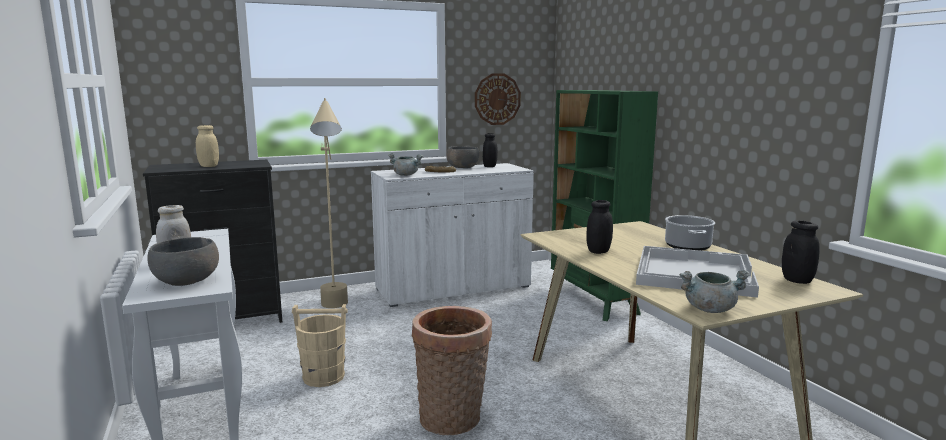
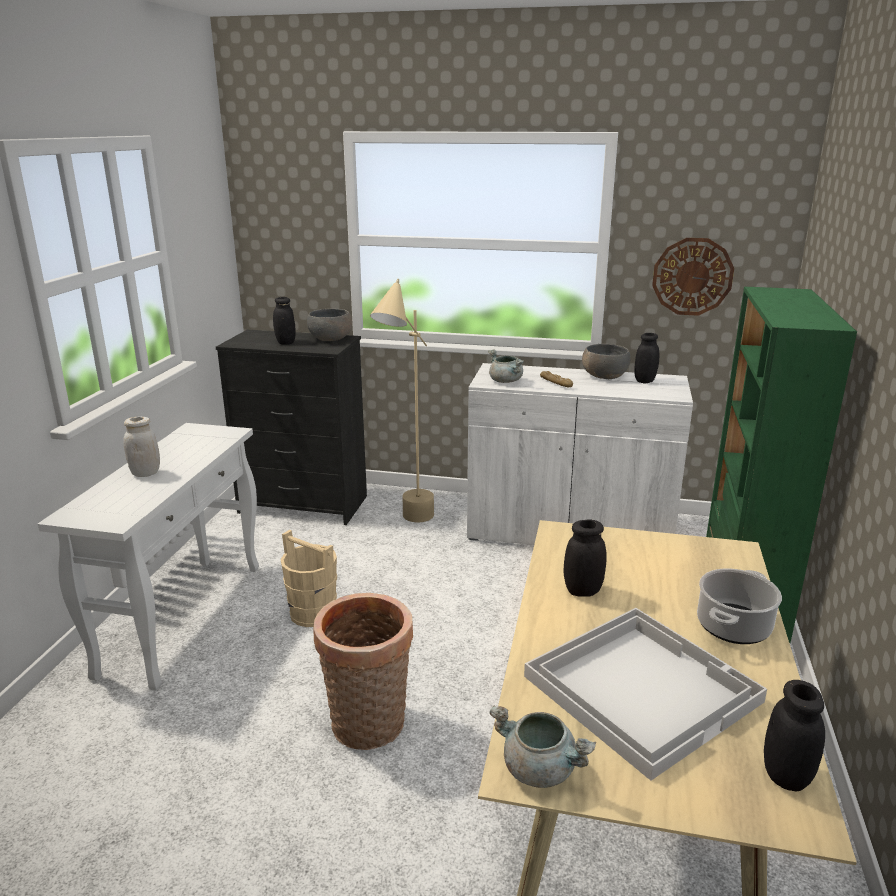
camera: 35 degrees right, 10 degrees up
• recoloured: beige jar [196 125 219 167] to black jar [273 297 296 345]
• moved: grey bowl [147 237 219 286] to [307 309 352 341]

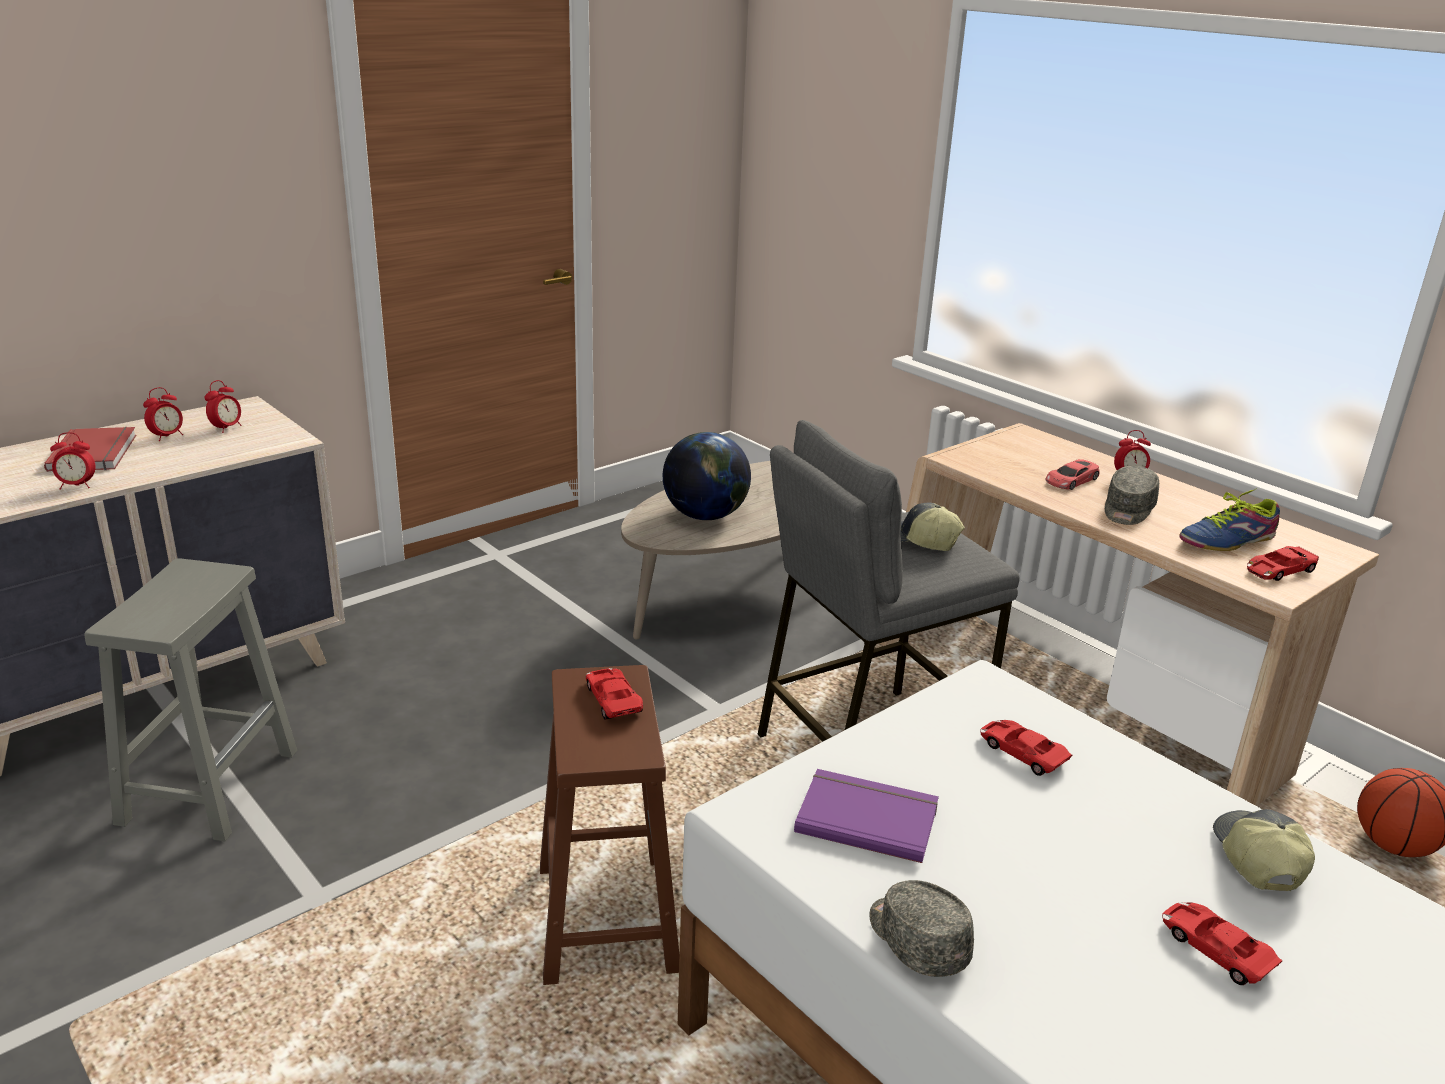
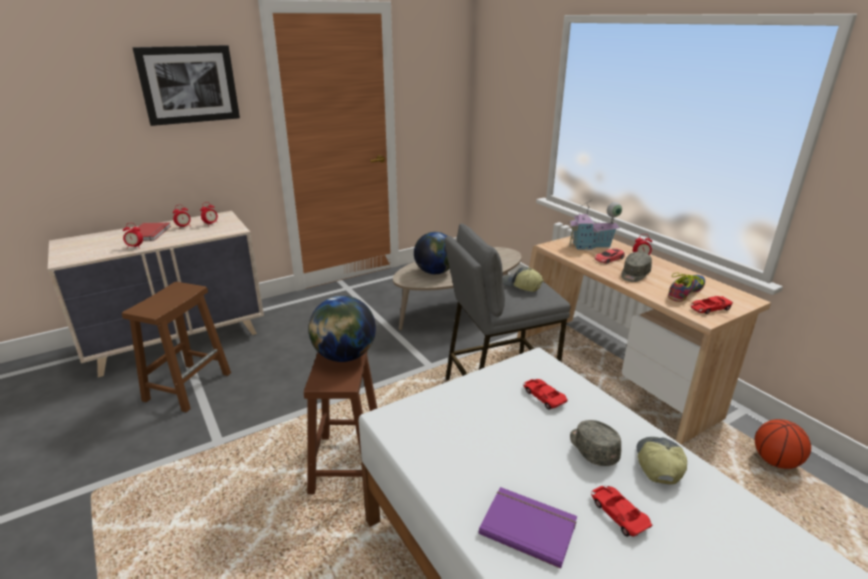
camera: 10 degrees right, 0 degrees up
• recoloured: grey stool [84 558 297 842] to brown stool [122 282 231 413]
• added: picture [132 45 240 126]
• replaced: red toy car [586 668 643 720] to globe [309 296 376 362]
• moved: purple book [794 769 939 863] to [479 487 577 568]
• added: toy house [568 200 622 250]
• moved: grey cap [869 880 974 977] to [570 420 621 466]
• turned: shoe [1179 488 1280 551] = [668 273 705 302] 150 degrees clockwise

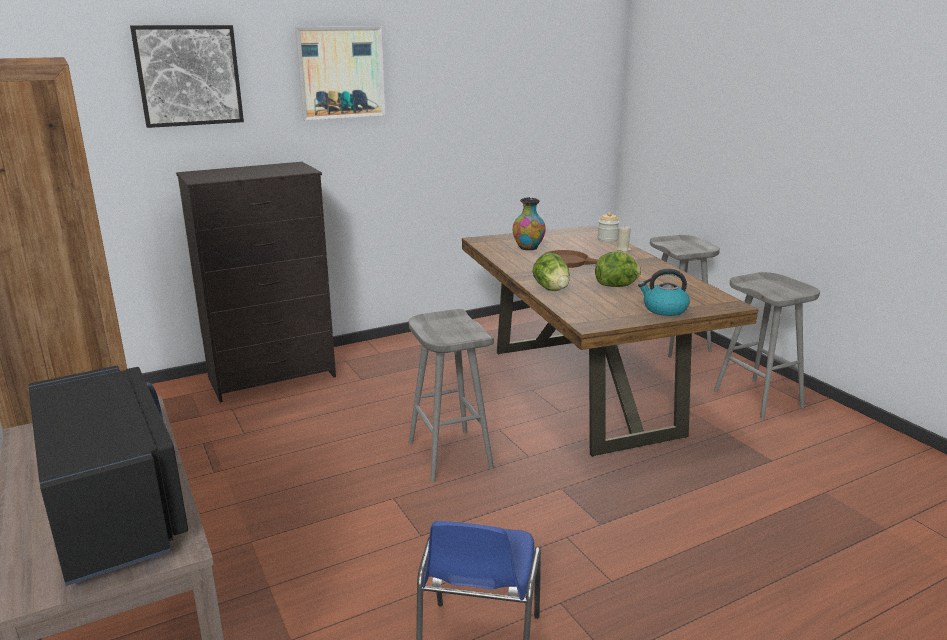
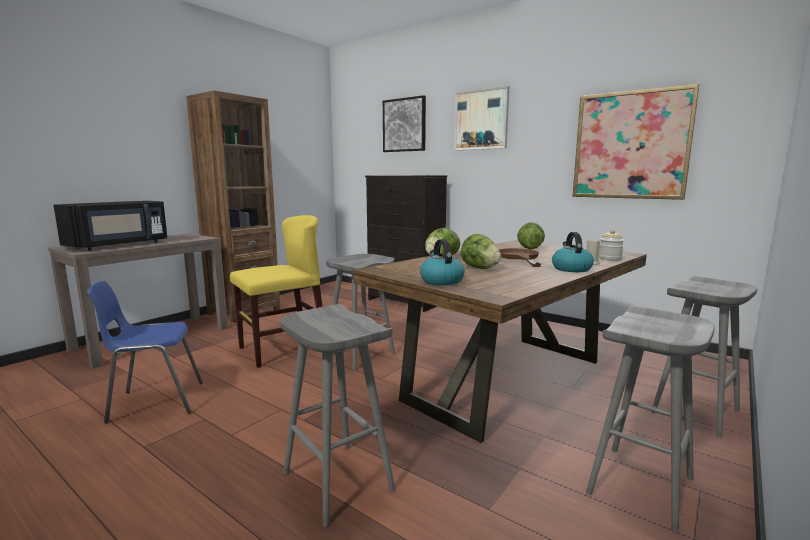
camera: 65 degrees right, 10 degrees down
• added: yellow chair [230 215 323 368]
• added: grey stool [280 304 395 527]
• replaced: vase [513 197 546 250] to lettuce [517 222 545 249]
• added: kettle [552 232 594 272]
• added: picture [572 84 700 200]

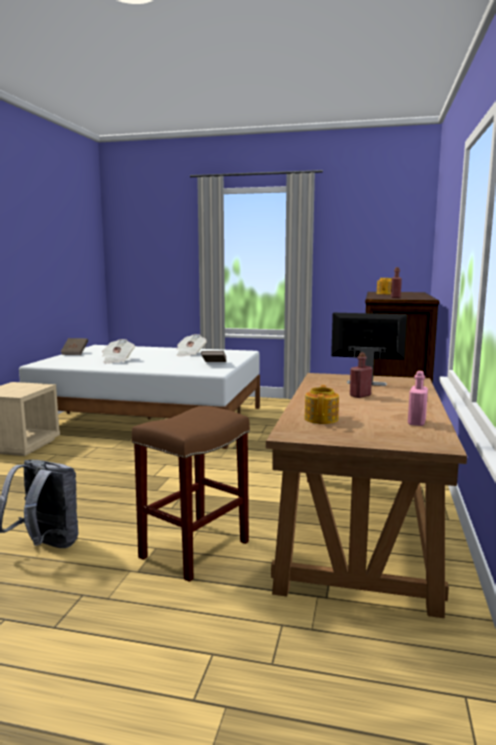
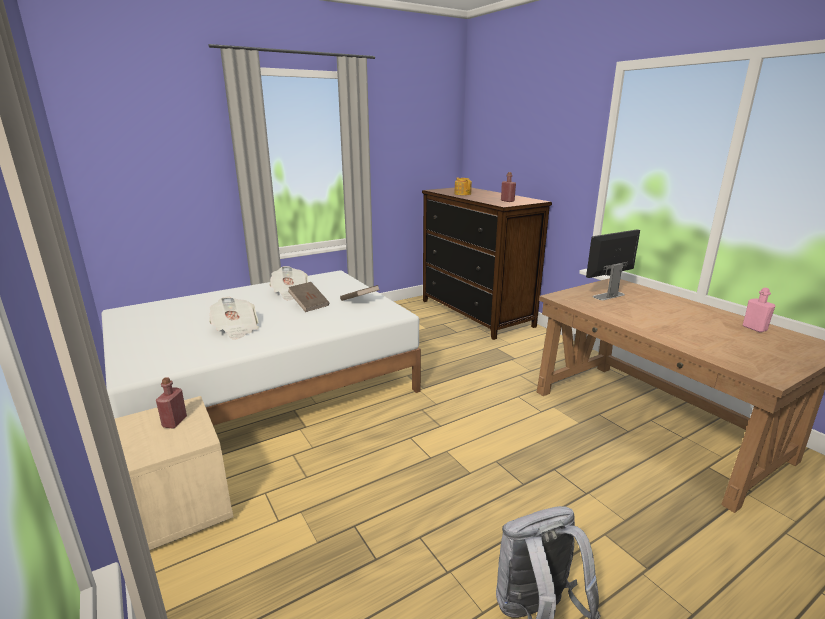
camera: 45 degrees left, 10 degrees up
• moved: red bottle [350 353 372 398] to [156 377 187 428]
• moved: brown book [61 338 88 355] to [288 282 329 312]
• removed: brown stool [132 406 250 582]
• removed: teapot [305 385 339 424]

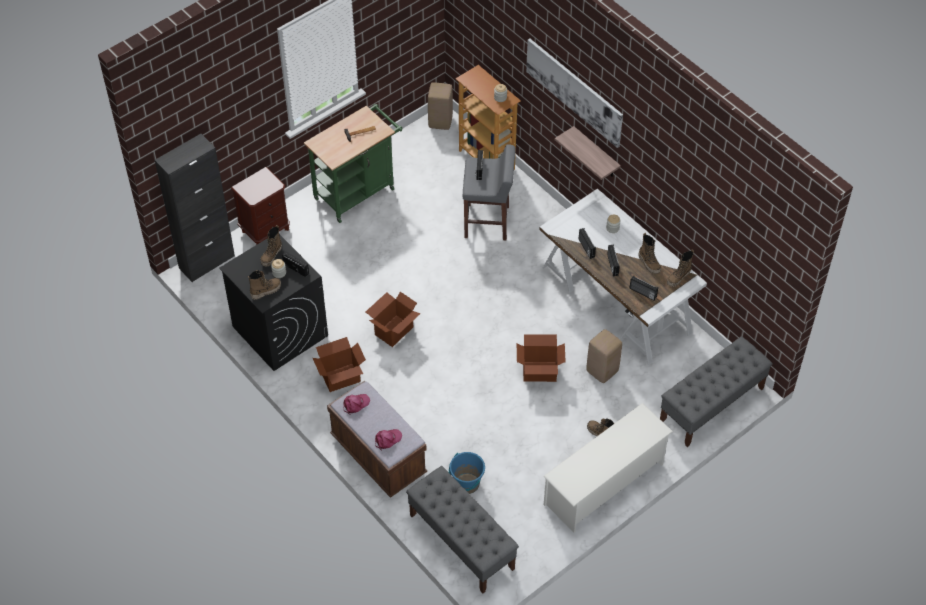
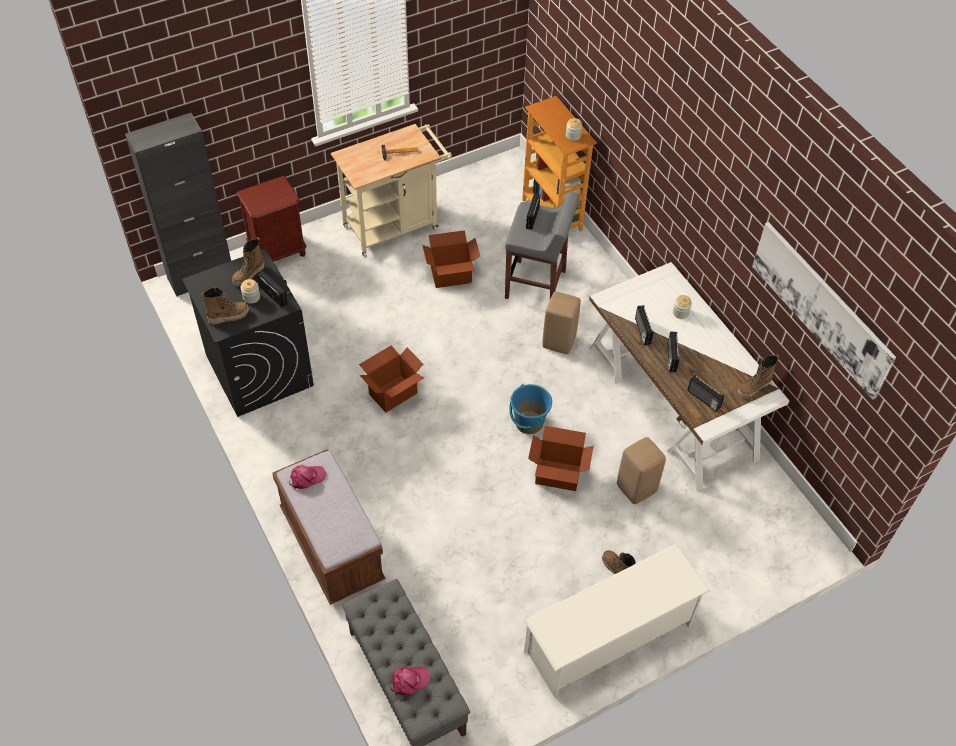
camera: 10 degrees right, 0 degrees up
• recoloured: green cart [304 104 402 223] to beige cart [331 124 452 258]
• moved: pink cap [375 429 402 450] to [390 667 431 697]
• moved: cardboard box [313 337 366 392] to [422 230 480 288]
• moved: blue bucket [449 452 485 494] to [509 384 552 434]
• moved: beige stool [428 83 453 130] to [542 292 581 354]
• moved: picture [526 39 623 148] to [752 222 896 400]
• removed: shelf [555 126 621 180]
• removed: boot [638 233 661 274]
• removed: grey bench [660 336 773 447]

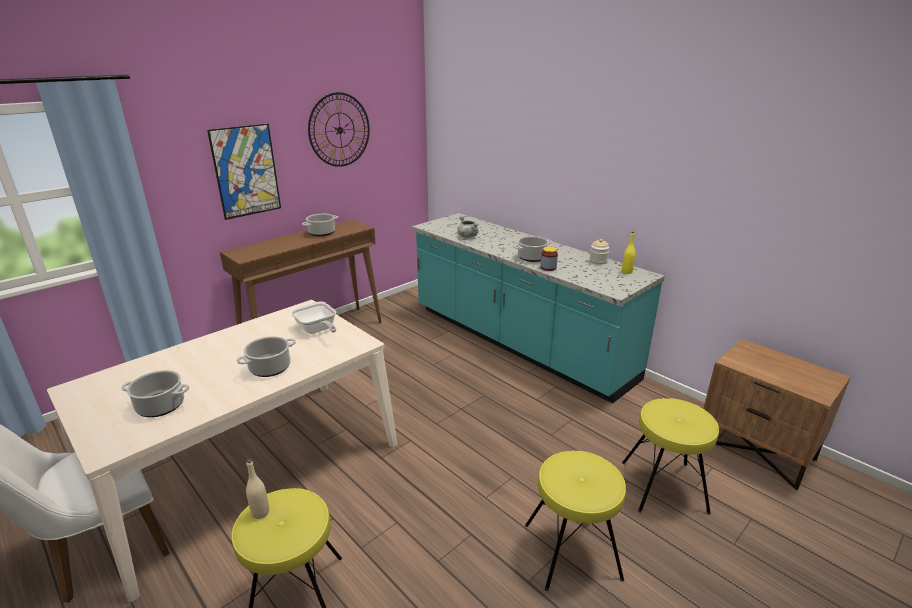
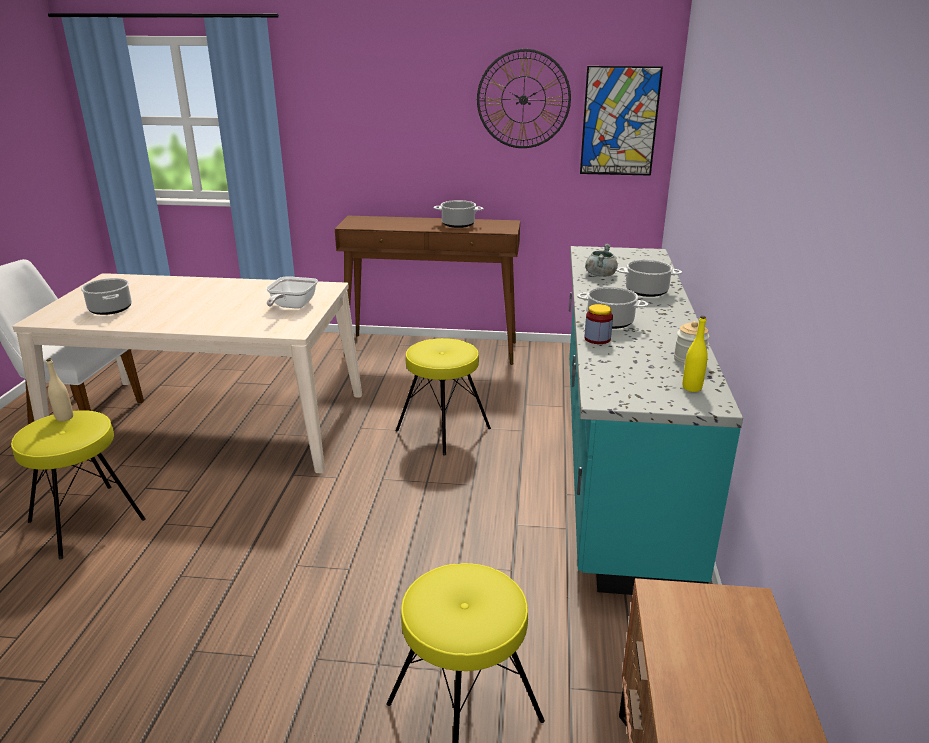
camera: 50 degrees right, 0 degrees up
• moved: yellow stool [525 451 626 591] to [396 338 491 456]
• moved: picture [207 124 281 220] to [580 66 663 176]
• moved: cooking pot [236 336 296 377] to [617 260 682 297]

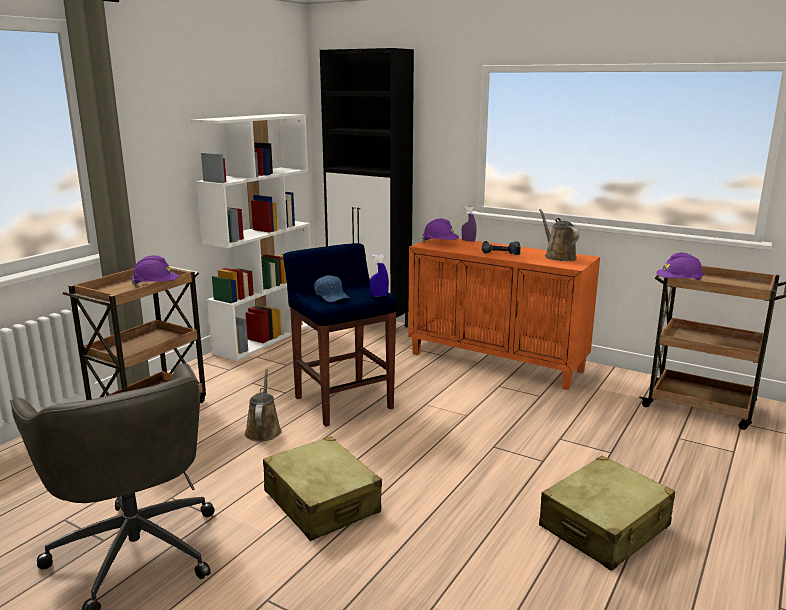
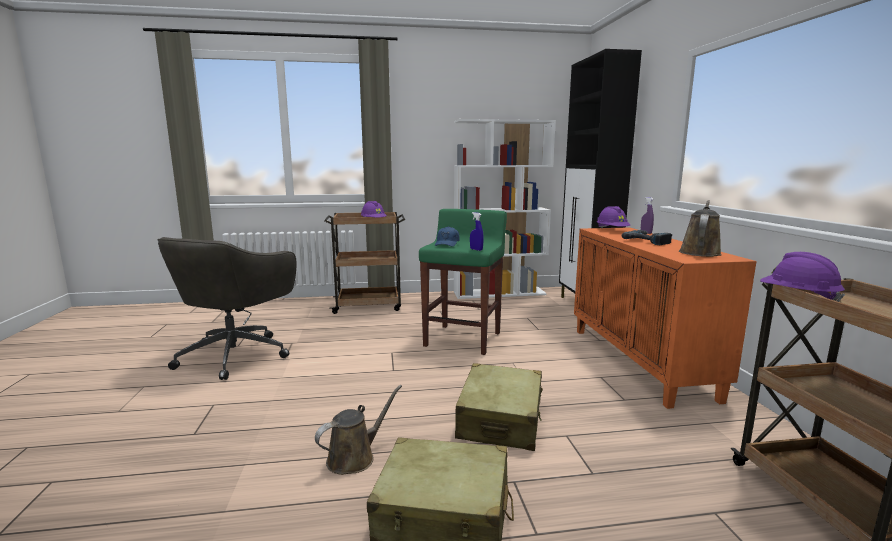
camera: 50 degrees right, 5 degrees down
• moved: brown watering can [245 369 282 442] to [315 385 402 475]
• recoloured: blue stool [283 243 397 427] to green stool [419 209 507 355]
• moved: beige suitcase [263 436 382 541] to [455 363 543 451]

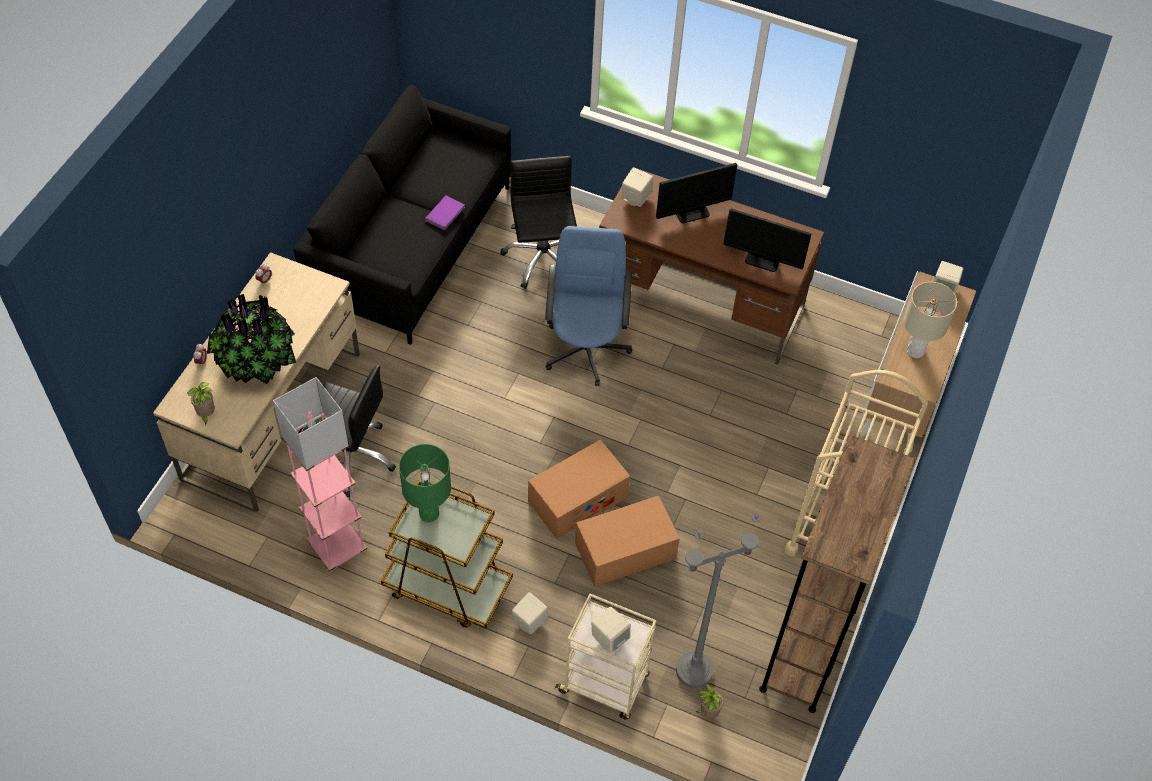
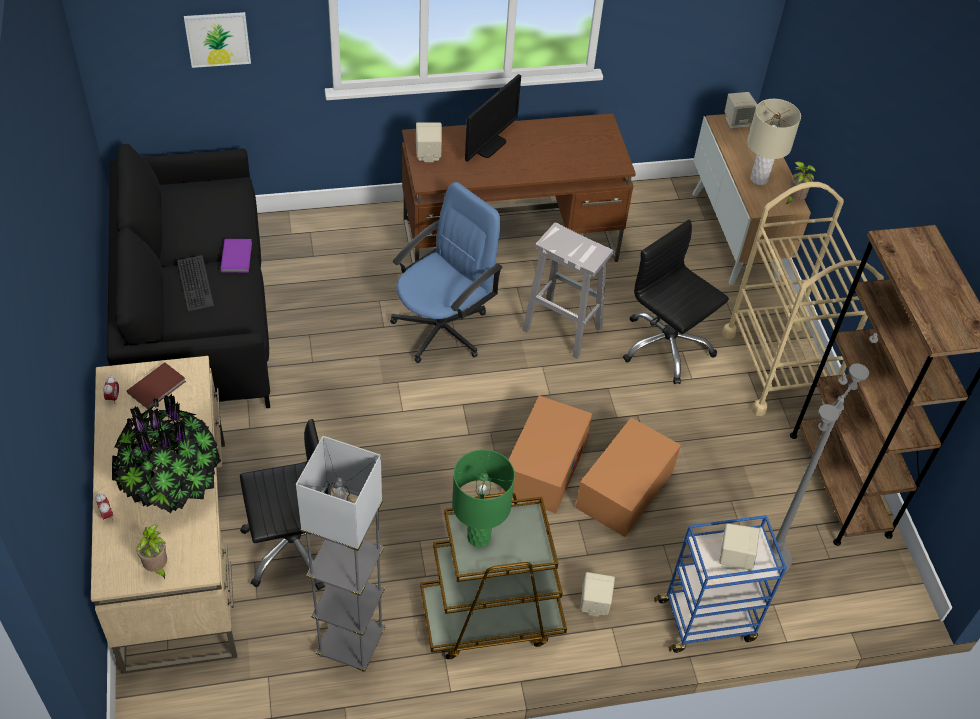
camera: 35 degrees left, 5 degrees down
• added: brown book [127 362 186 409]
• added: keyboard [177 255 214 312]
• added: picture [184 12 251 68]
• recoloured: pink floor lamp [273 377 367 572] to grey floor lamp [296 436 386 672]
• turned: blue office chair [545 226 632 386] = [390 182 502 363] 75 degrees clockwise
• added: white stool [522 222 613 358]
• moved: black office chair [500 156 577 289] to [623 220 729 384]
• recoloured: beige cart [555 593 656 720] to blue cart [654 515 787 653]
• moved: potted plant [696 683 724 718] to [786 162 816 204]
• removed: monitor [724 208 811 272]

